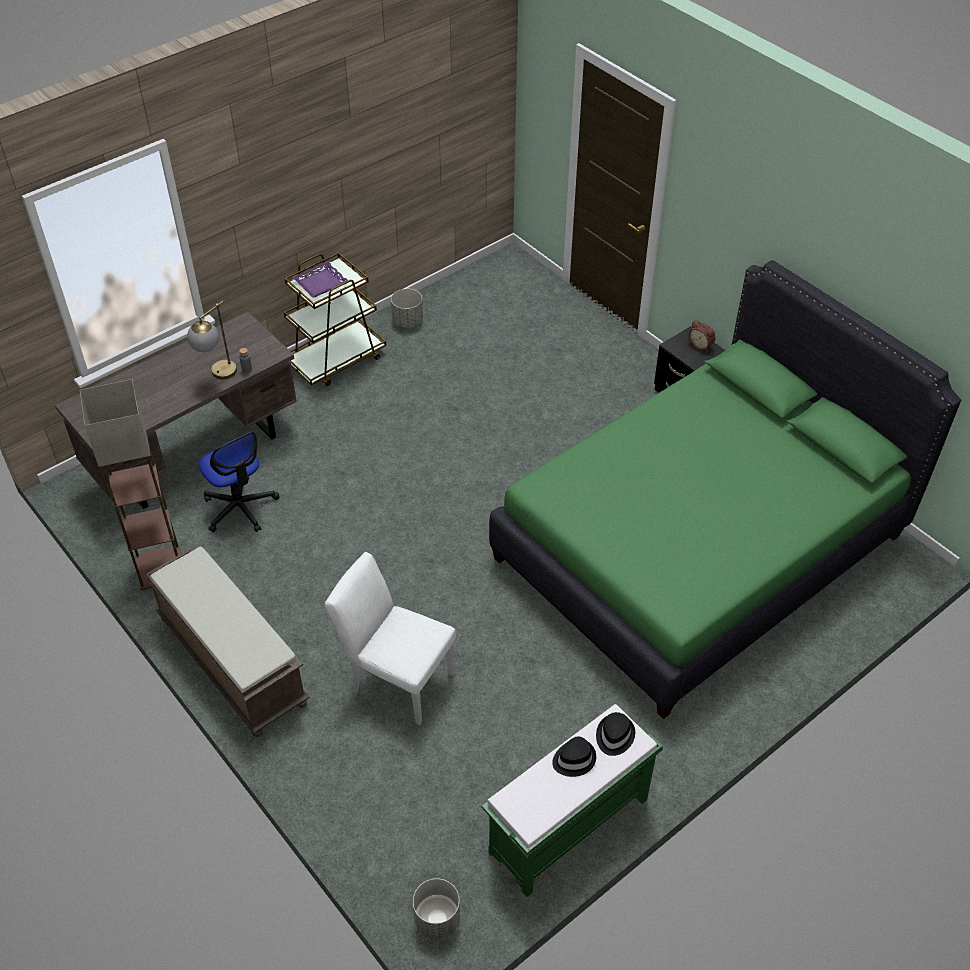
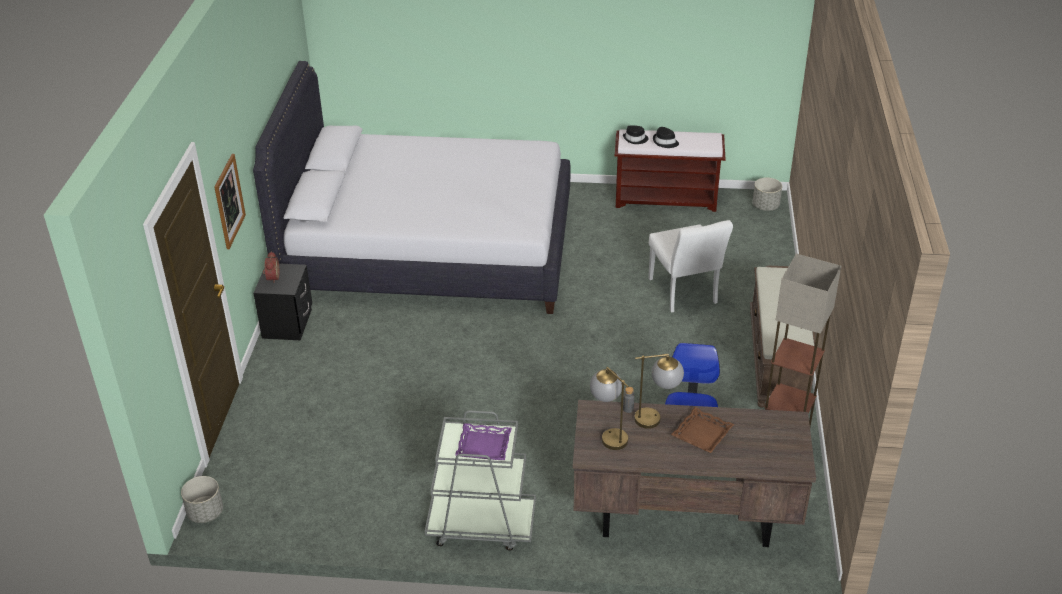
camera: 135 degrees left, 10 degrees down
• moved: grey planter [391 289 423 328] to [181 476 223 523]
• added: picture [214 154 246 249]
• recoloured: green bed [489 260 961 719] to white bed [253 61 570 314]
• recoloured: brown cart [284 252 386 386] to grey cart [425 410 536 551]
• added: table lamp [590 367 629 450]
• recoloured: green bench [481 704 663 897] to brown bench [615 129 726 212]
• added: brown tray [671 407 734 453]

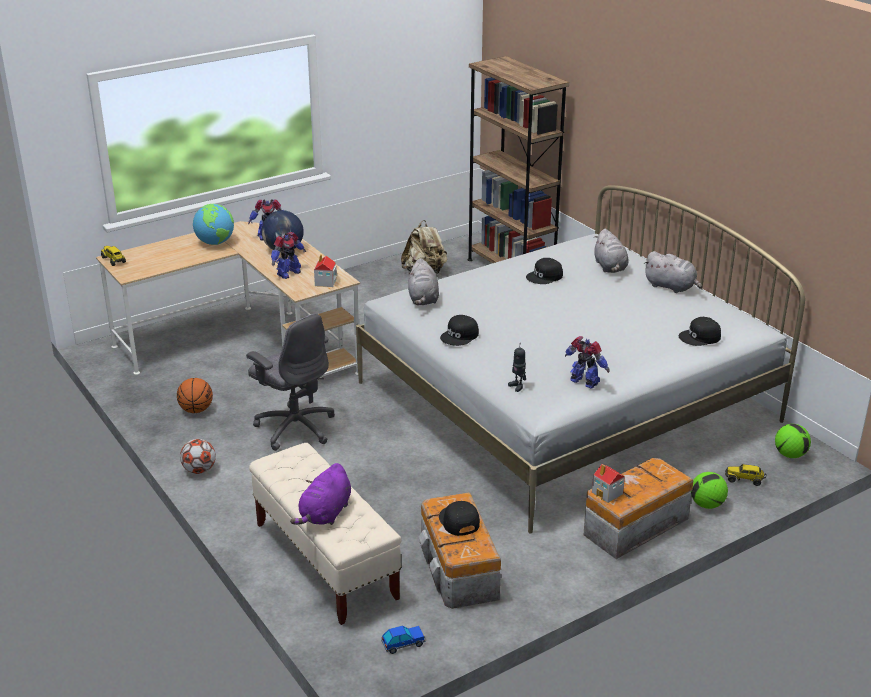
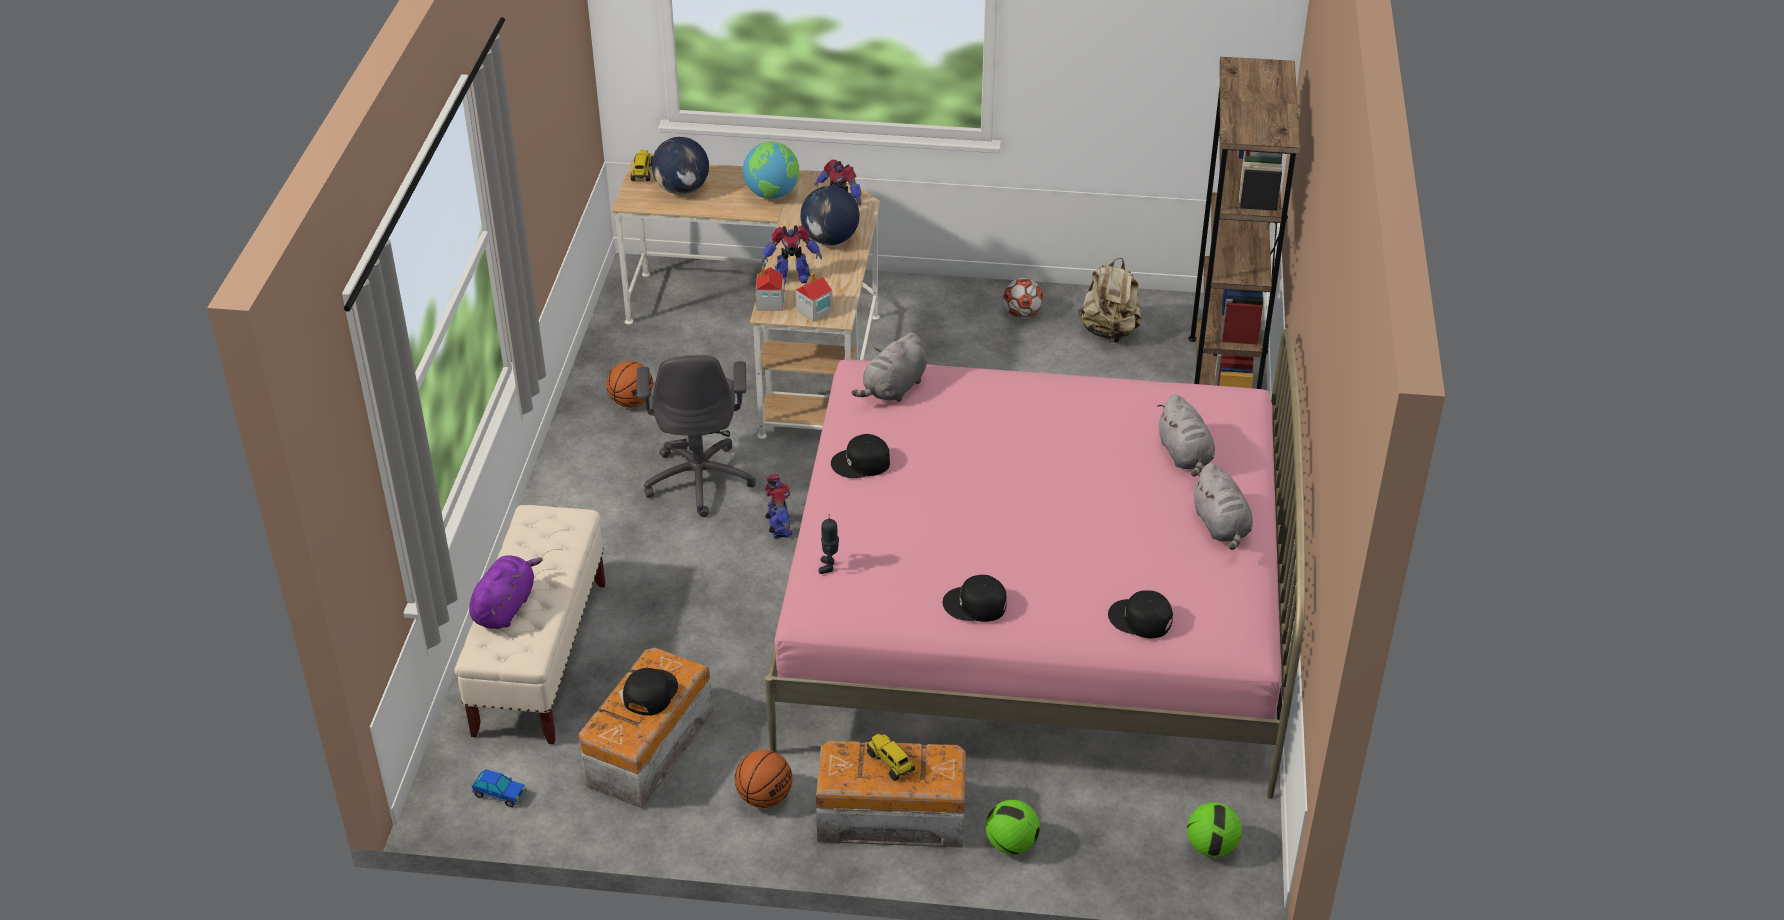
camera: 40 degrees right, 10 degrees up
• turned: purple plush toy [290 463 351 525] = [469 555 543 629] 135 degrees clockwise
• added: globe [652 137 709 195]
• added: basketball [735 750 792 808]
• moved: toy house [592 464 625 503] to [755 266 785 311]
• recoloured: white bed [356 185 805 533] to pink bed [765 328 1305 799]
• moved: toy robot [565 336 610 389] to [765 474 792 539]
• moved: toy truck [725 464 766 486] to [867 734 915 781]
• moved: black cap [526 258 563 284] to [943 575 1007 622]
• moved: football [180 439 216 474] to [1003 278 1043 318]
• turned: grey plush toy [594 229 628 273] = [1157 394 1215 476] 45 degrees counterclockwise

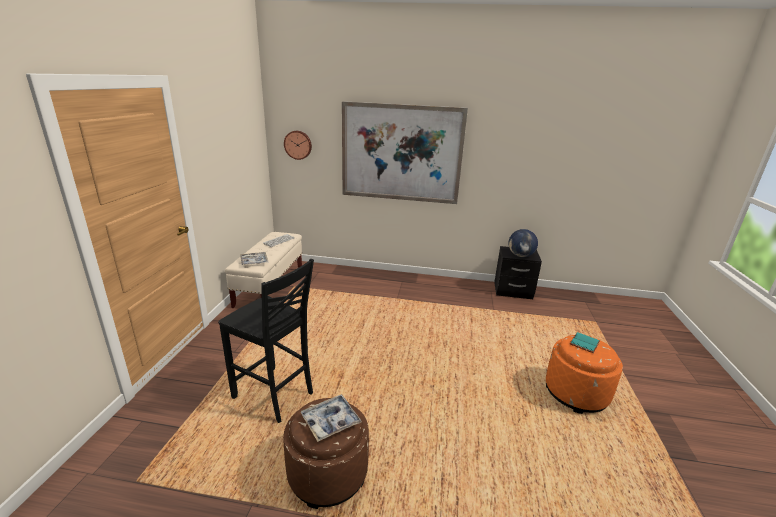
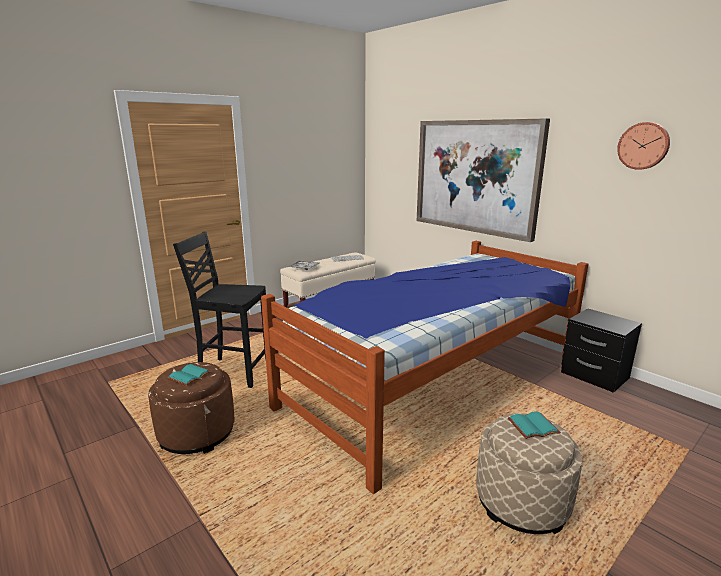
camera: 40 degrees right, 5 degrees down
• replaced: tray [300 394 362 442] to turquoise book [167 364 211 386]
• turned: black chair [218 259 314 423] = [173 231 266 388] 120 degrees clockwise
• added: bed [261 241 589 494]
• recoloured: orange ottoman [546 335 623 414] to beige ottoman [476 413 583 534]
• moved: wall clock [284 131 312 160] to [617 122 670 170]
• removed: globe [508 229 538 257]

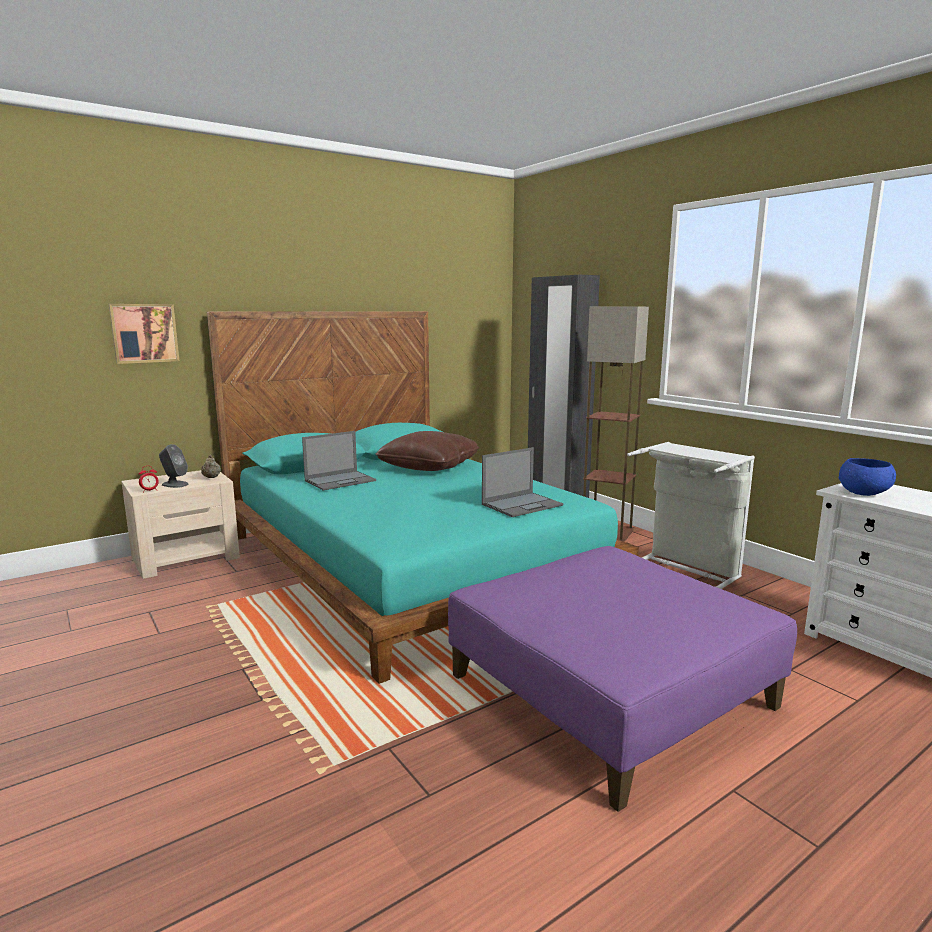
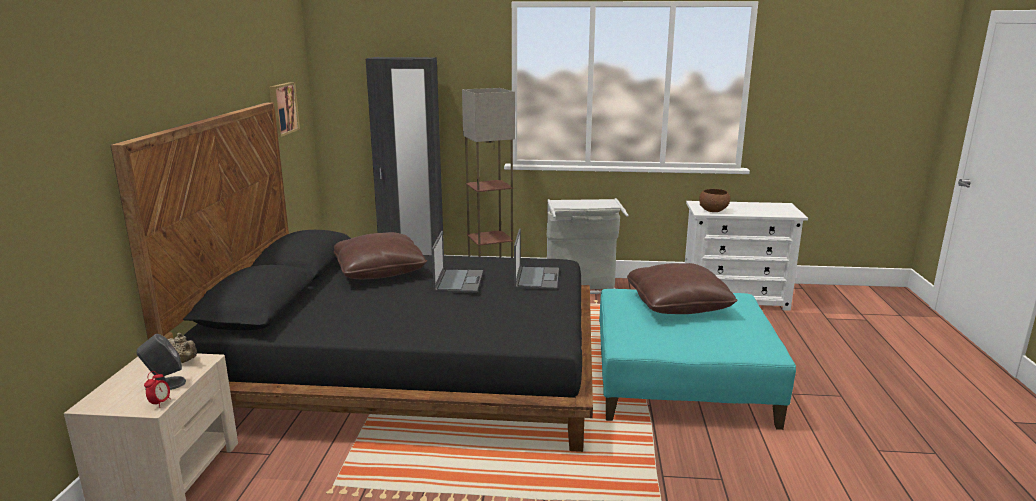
camera: 50 degrees left, 5 degrees up
• recoloured: turquoise bed [207 311 639 684] to black bed [111 103 593 452]
• moved: picture [109 304 180 364] to [269 82 300 137]
• moved: laptop [302 431 376 490] to [432 231 483 293]
• recoloured: purple ottoman [448 546 797 812] to turquoise ottoman [599 289 796 430]
• added: brown pillow [627 263 738 314]
• recoloured: blue bowl [839 458 896 496] to brown bowl [699 189 731 212]

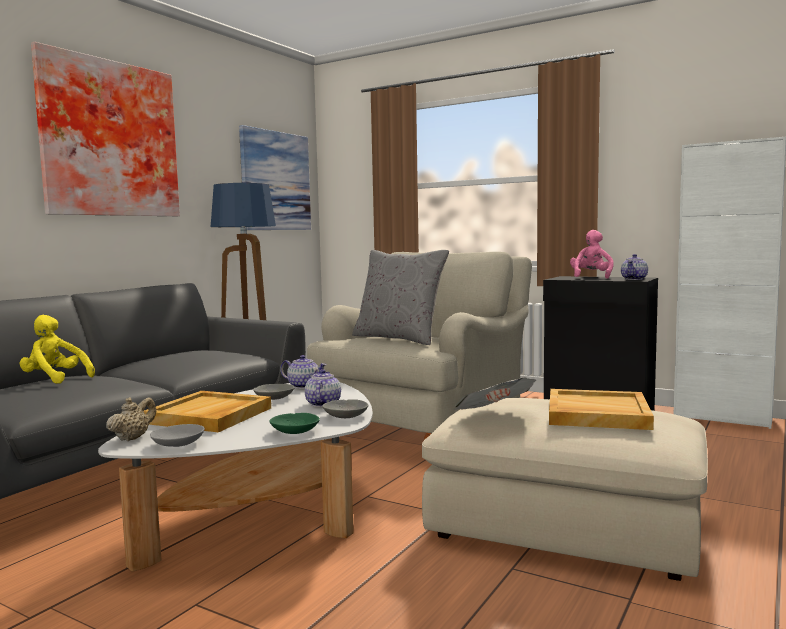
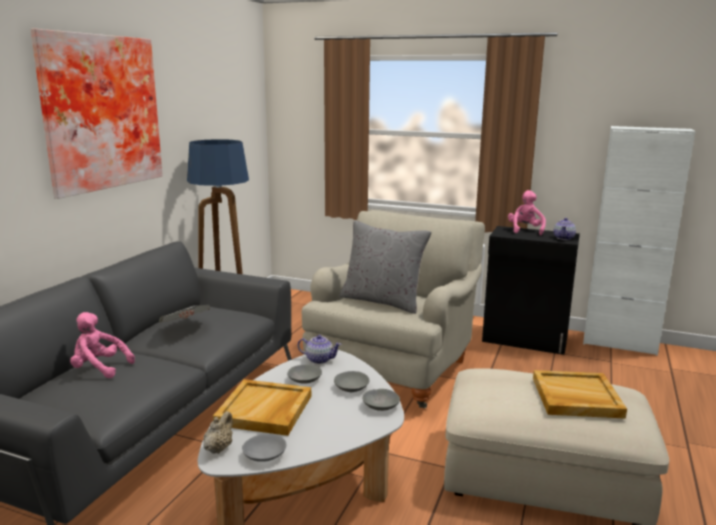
camera: 10 degrees left, 10 degrees up
• recoloured: yellow plush toy [20 315 95 384] to pink plush toy [70 312 135 378]
• moved: newspaper [454 378 536 410] to [159 305 210 322]
• replaced: teapot [305 369 341 407] to grey bowl [334 371 370 392]
• removed: picture [239 125 311 230]
• removed: green bowl [269 413 320 434]

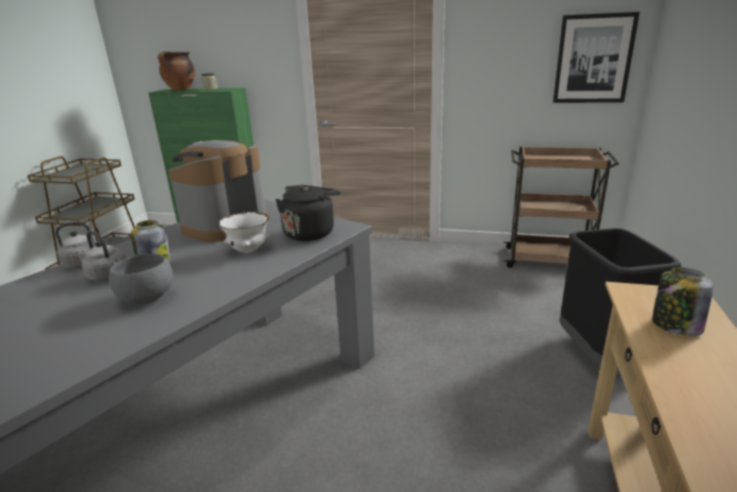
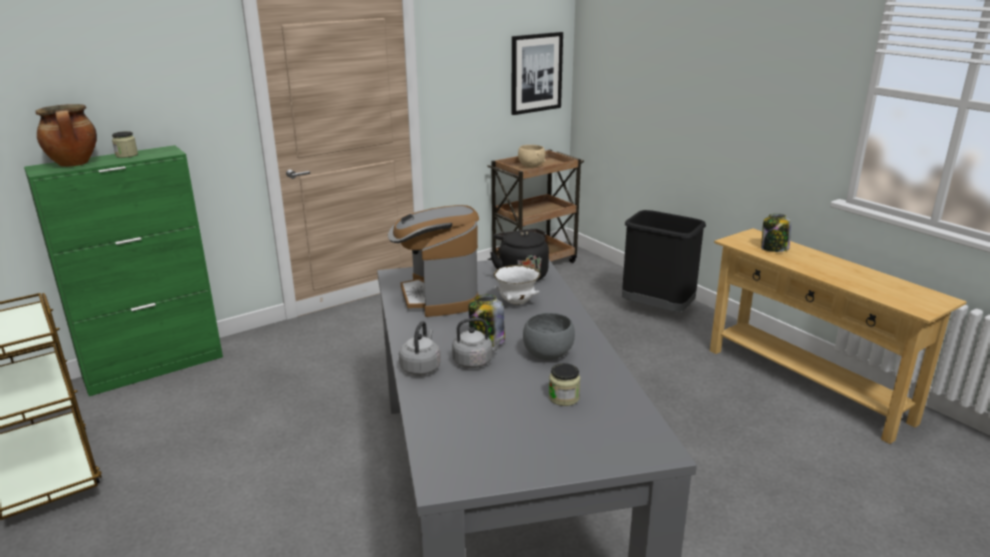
camera: 50 degrees left, 0 degrees up
• added: beige bowl [518 145 545 168]
• added: jar [549 363 580 406]

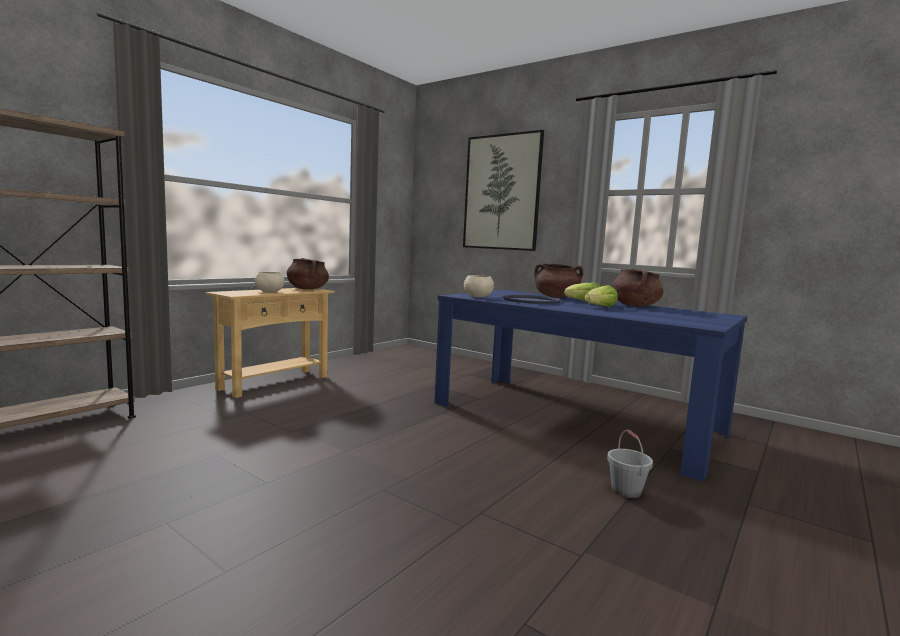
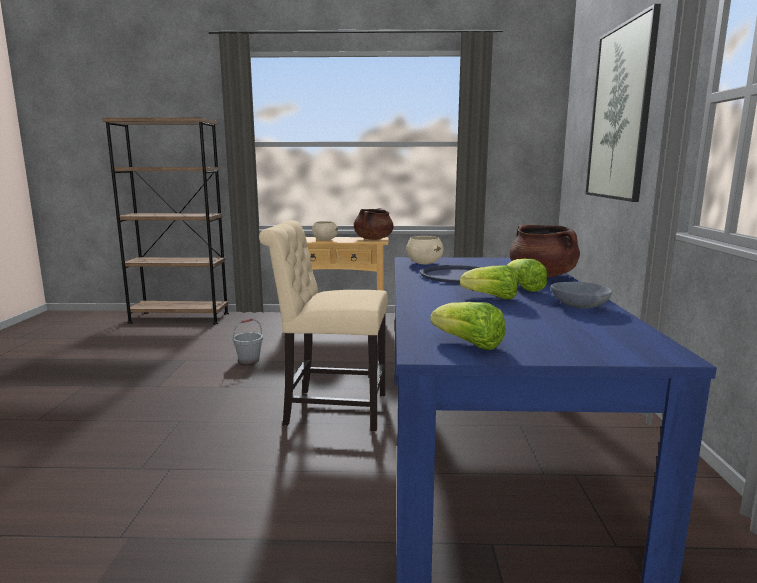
camera: 55 degrees right, 5 degrees up
• moved: grey bucket [607 429 653 498] to [233 319 263 364]
• added: beige chair [259 220 388 432]
• added: lettuce [430 302 505 350]
• replaced: brown cooking pot [612 269 663 306] to grey bowl [551 282 612 308]

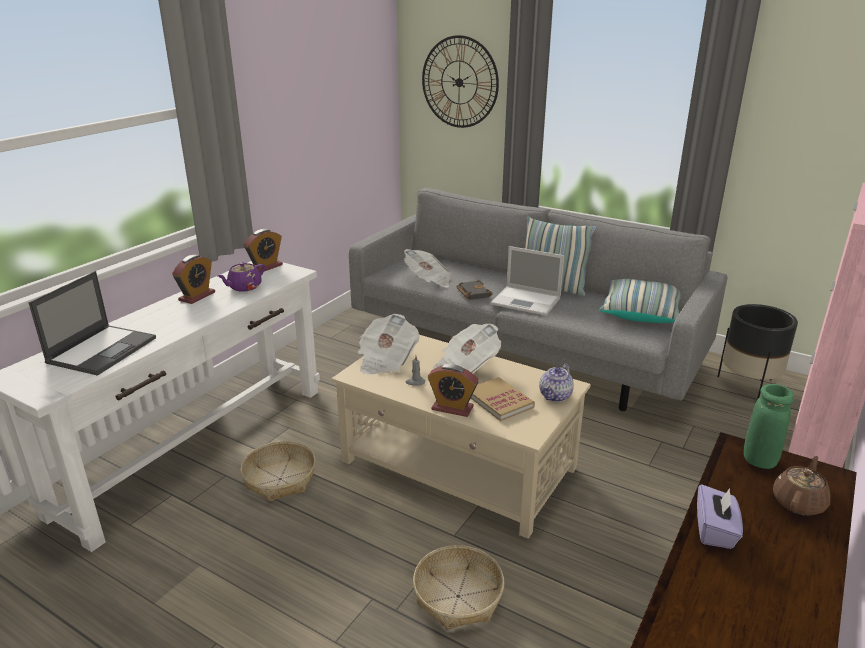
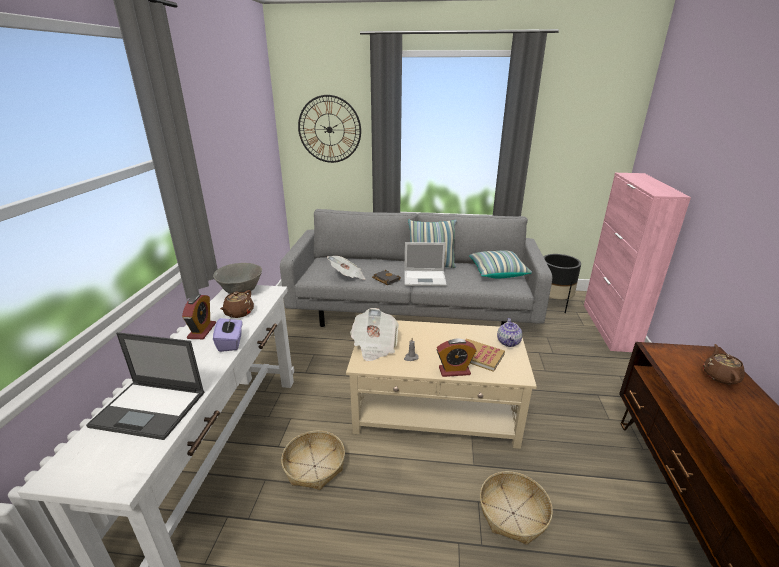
camera: 25 degrees left, 0 degrees up
• turned: laptop [28 271 156 376] = [86 332 205 440] 105 degrees clockwise
• replaced: alarm clock [244 229 283 272] to grey bowl [213 263 262 294]
• moved: purple tissue box [697 484 743 549] to [213 315 242 352]
• recoloured: purple teapot [218 262 265 292] to brown teapot [220 290 254 318]
• removed: newspaper [433 324 501 373]
• removed: green vase [744 384 794 469]

